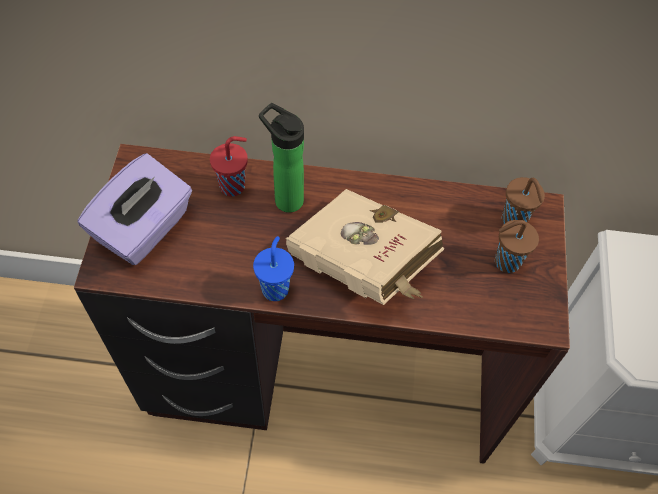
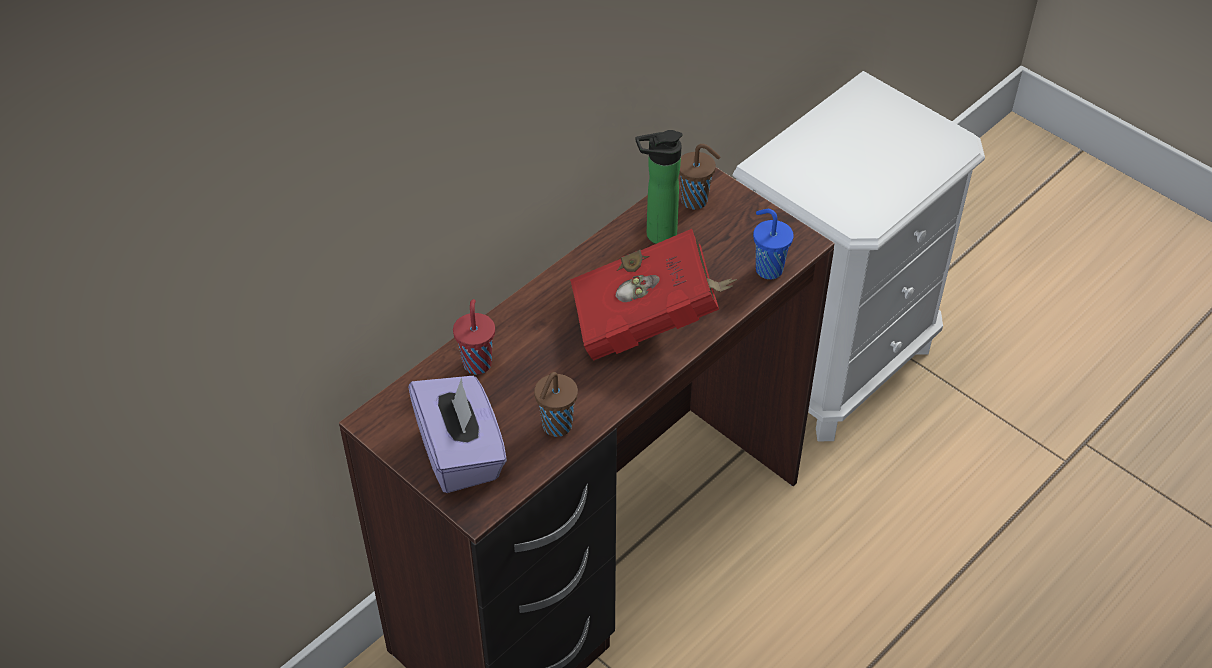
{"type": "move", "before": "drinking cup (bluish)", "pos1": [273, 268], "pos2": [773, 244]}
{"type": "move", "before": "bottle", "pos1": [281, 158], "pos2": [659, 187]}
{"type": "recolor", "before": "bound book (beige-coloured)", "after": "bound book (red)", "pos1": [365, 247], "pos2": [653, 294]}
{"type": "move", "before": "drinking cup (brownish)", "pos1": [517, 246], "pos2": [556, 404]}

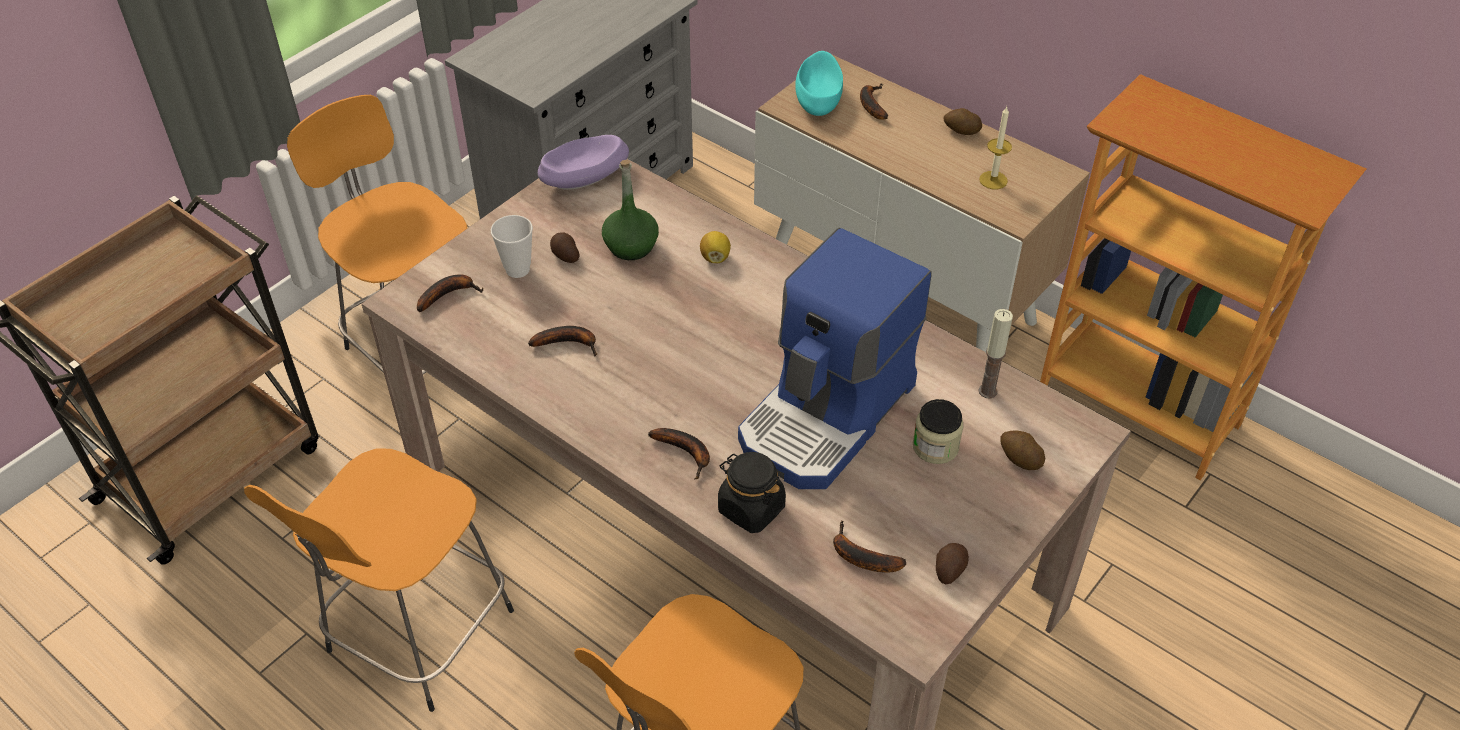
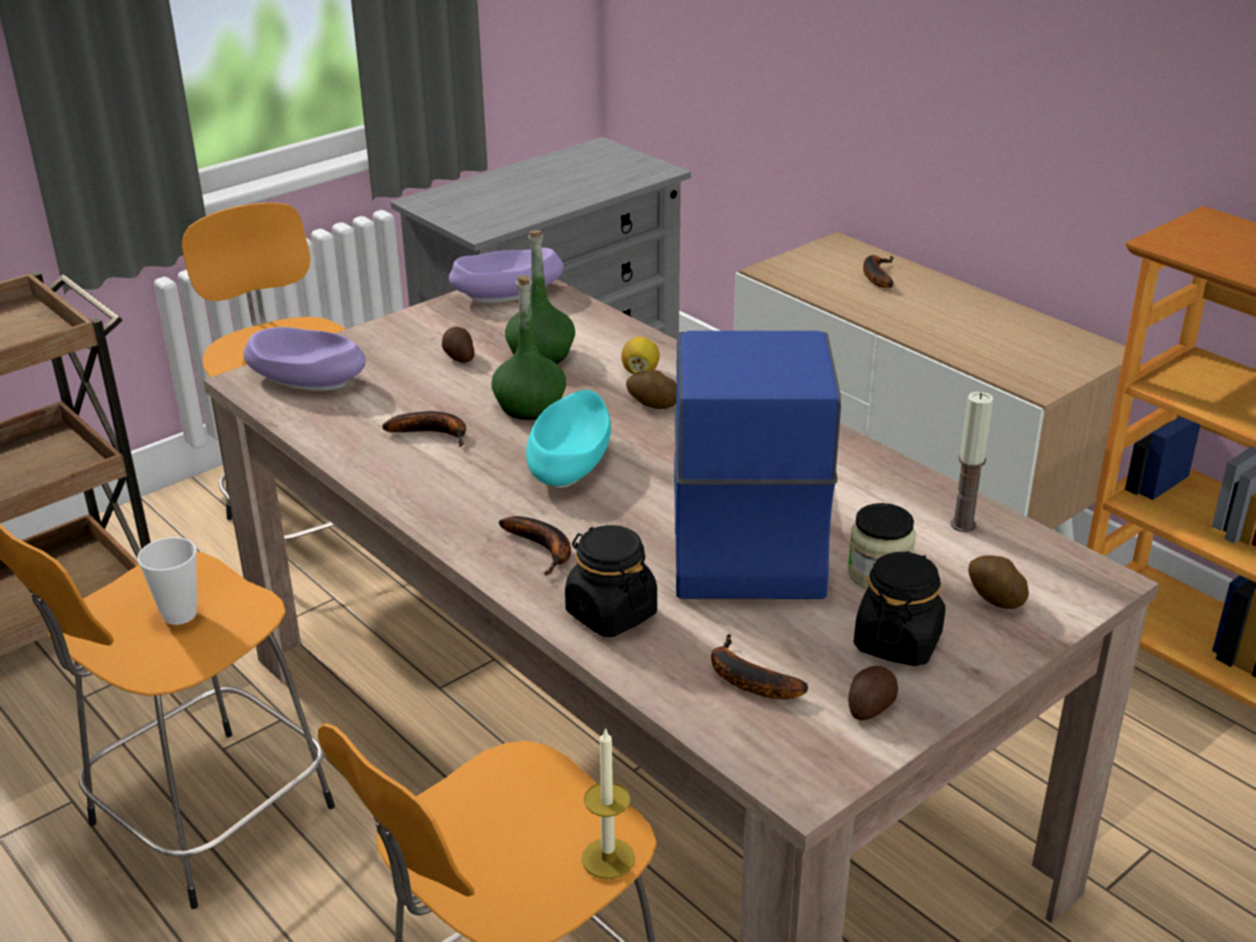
{"type": "replace", "before": "banana fruit", "after": "bowl (purple)", "pos1": [450, 293], "pos2": [304, 358]}
{"type": "move", "before": "drinking cup", "pos1": [512, 246], "pos2": [167, 581]}
{"type": "rotate", "before": "coffee brewer", "pos1": [835, 358], "pos2": [757, 465], "turn": 135}
{"type": "move", "before": "bowl (turquoise)", "pos1": [819, 83], "pos2": [568, 439]}
{"type": "move", "before": "whole potato", "pos1": [963, 121], "pos2": [651, 389]}
{"type": "move", "before": "wax light", "pos1": [995, 148], "pos2": [608, 803]}
{"type": "insert", "after": "bottle (green-coloured)", "pos2": [528, 347]}
{"type": "insert", "after": "jar (black)", "pos2": [899, 608]}

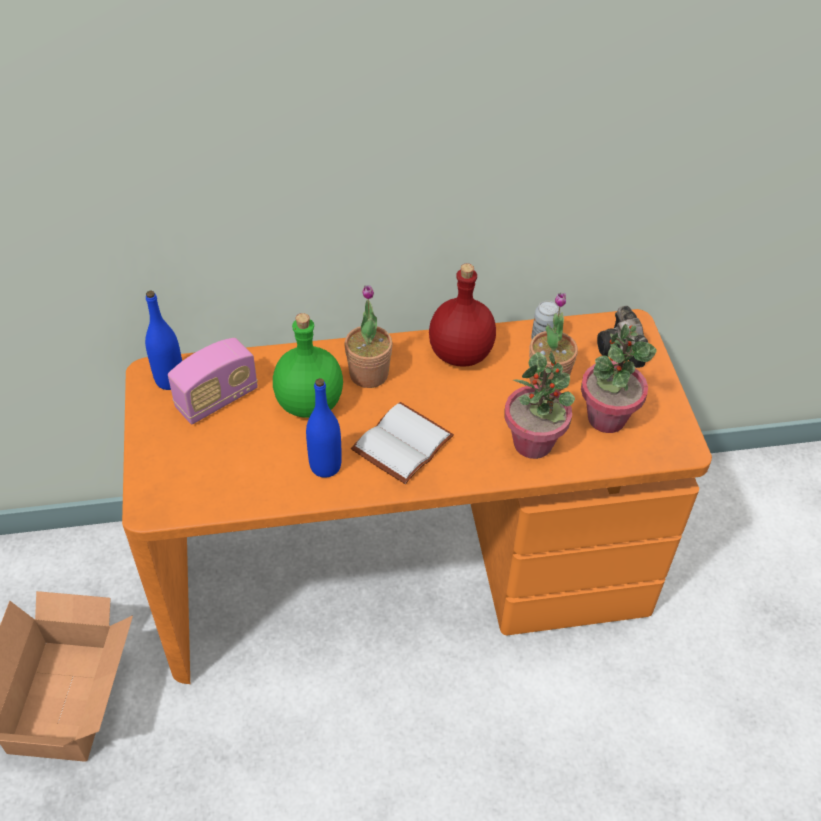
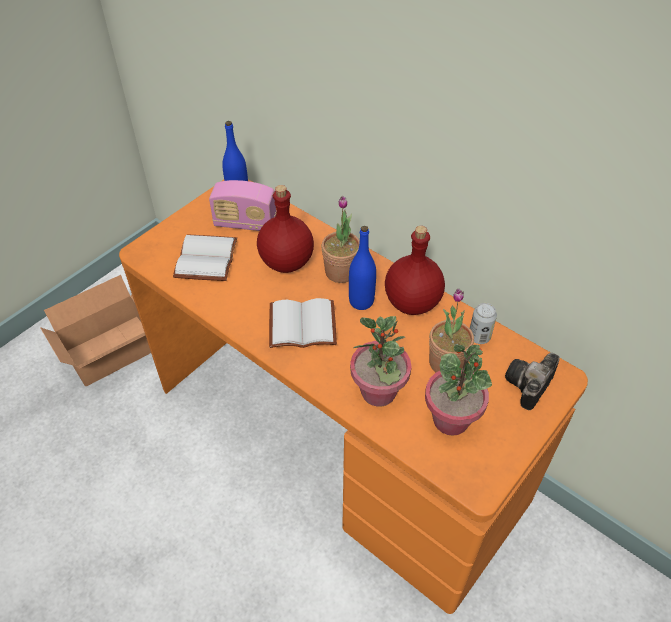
{"type": "recolor", "before": "bottle (green-coloured)", "after": "bottle (red)", "pos1": [308, 365], "pos2": [285, 229]}
{"type": "move", "before": "bottle (bluish)", "pos1": [324, 428], "pos2": [362, 268]}
{"type": "insert", "after": "bound book (white)", "pos2": [205, 257]}

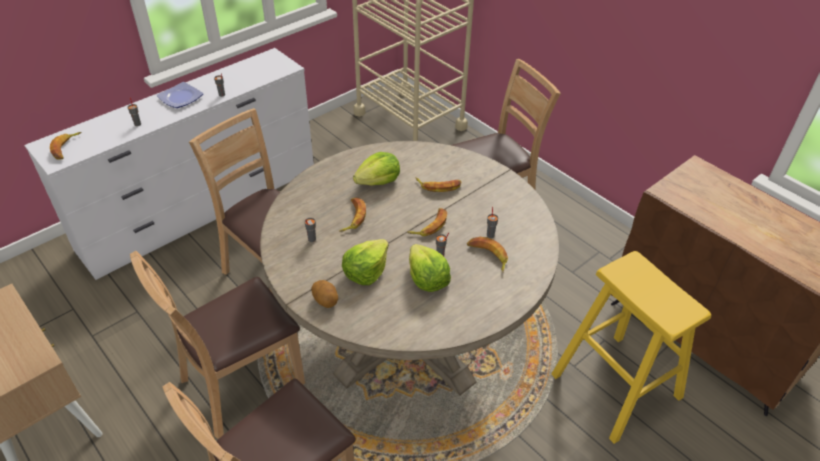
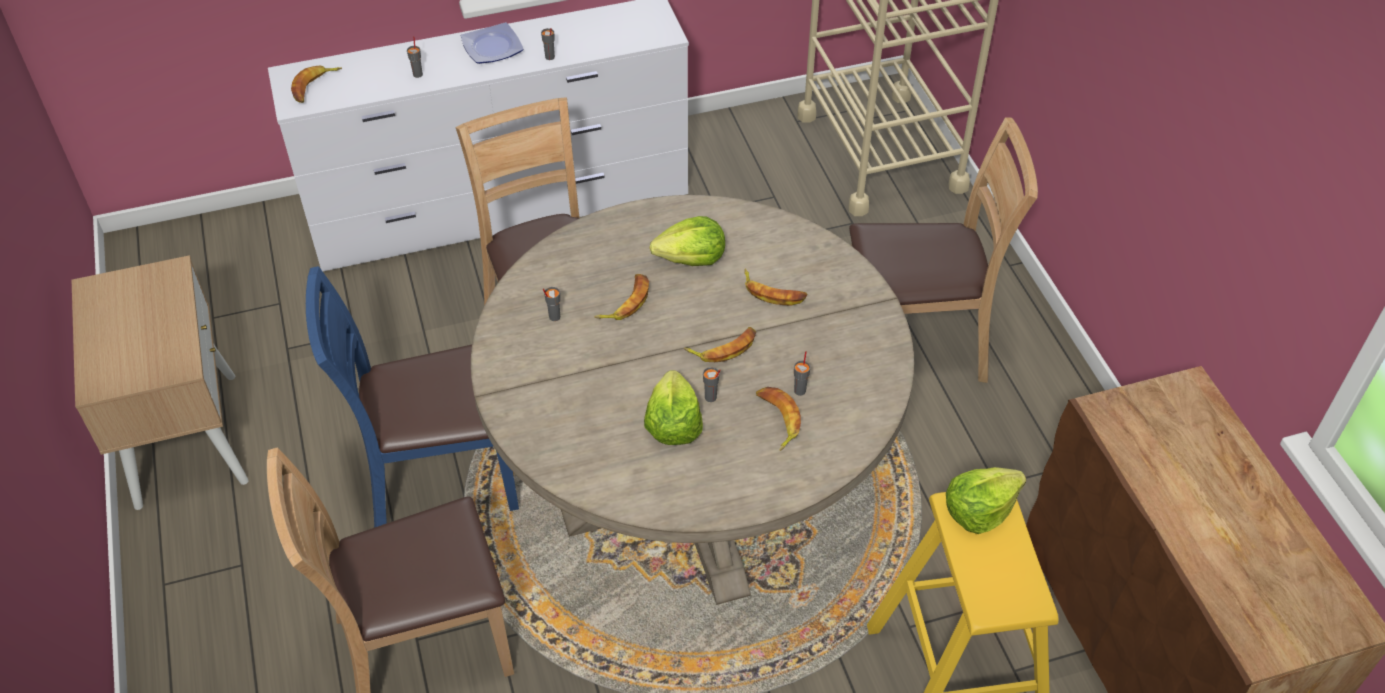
{"type": "recolor", "before": "upright chair (brownish)", "after": "upright chair (bluish)", "pos1": [217, 345], "pos2": [412, 397]}
{"type": "delete", "before": "whole potato", "pos1": [324, 294]}
{"type": "move", "before": "lettuce head", "pos1": [365, 262], "pos2": [986, 500]}

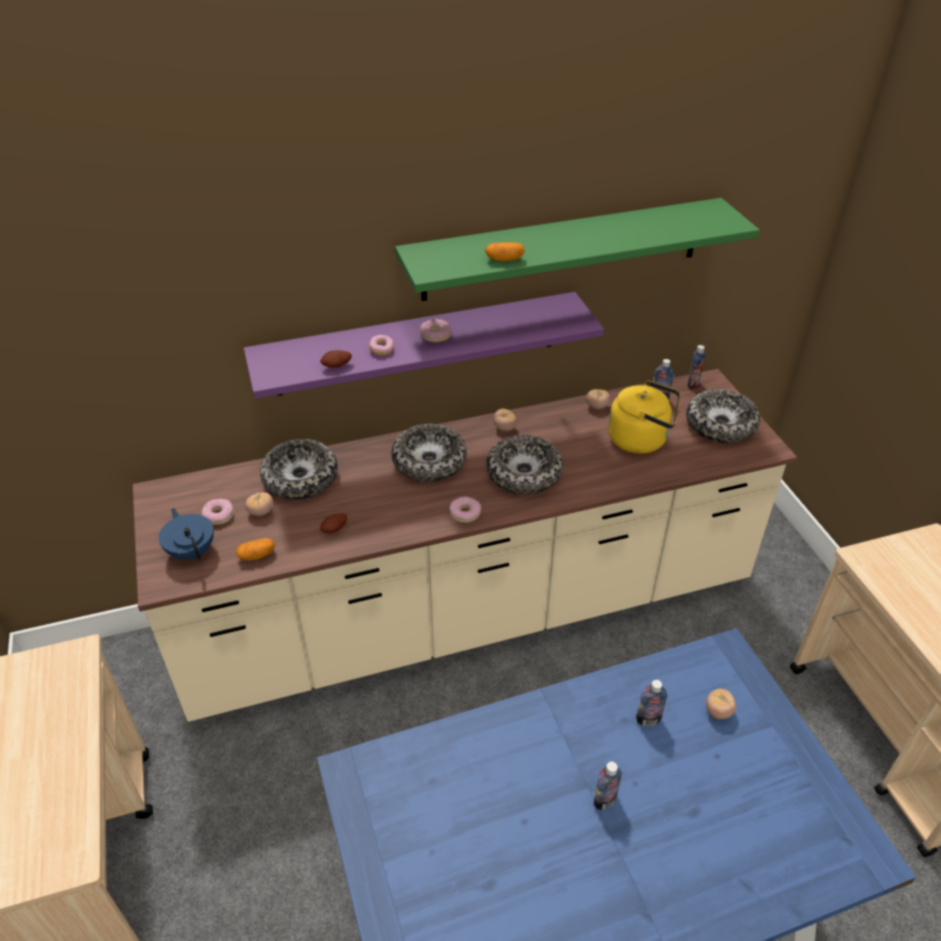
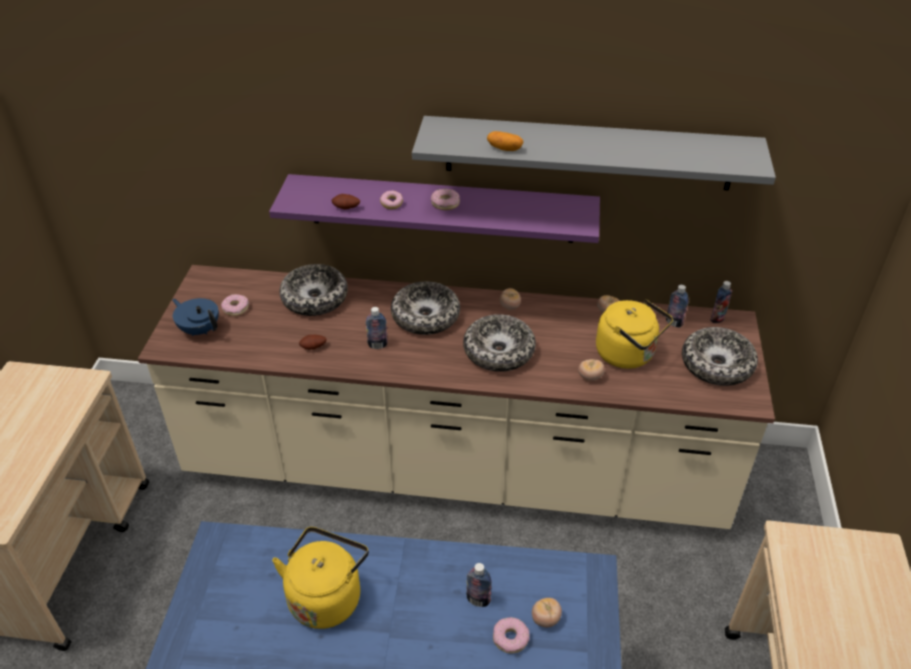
{"type": "rotate", "before": "tea pot (bluish)", "pos1": [186, 534], "pos2": [195, 317], "turn": -45}
{"type": "delete", "before": "whole potato", "pos1": [255, 549]}
{"type": "move", "before": "fresh tomato", "pos1": [259, 504], "pos2": [591, 370]}
{"type": "recolor", "before": "shelf (green-coloured)", "after": "shelf (gray)", "pos1": [577, 249], "pos2": [594, 153]}
{"type": "move", "before": "ring doughnut", "pos1": [465, 510], "pos2": [511, 635]}
{"type": "move", "before": "bottle", "pos1": [607, 785], "pos2": [377, 328]}
{"type": "insert", "after": "kettle (yellow-coloured)", "pos2": [320, 578]}

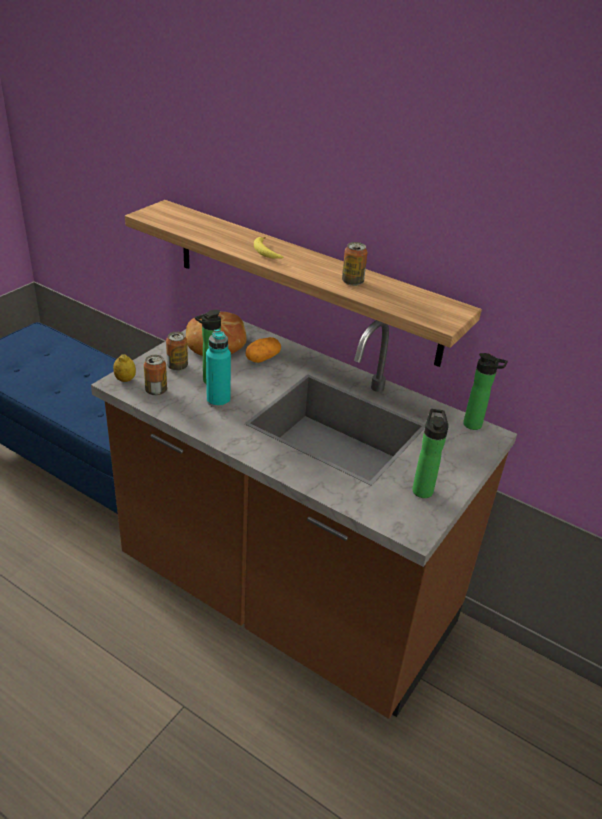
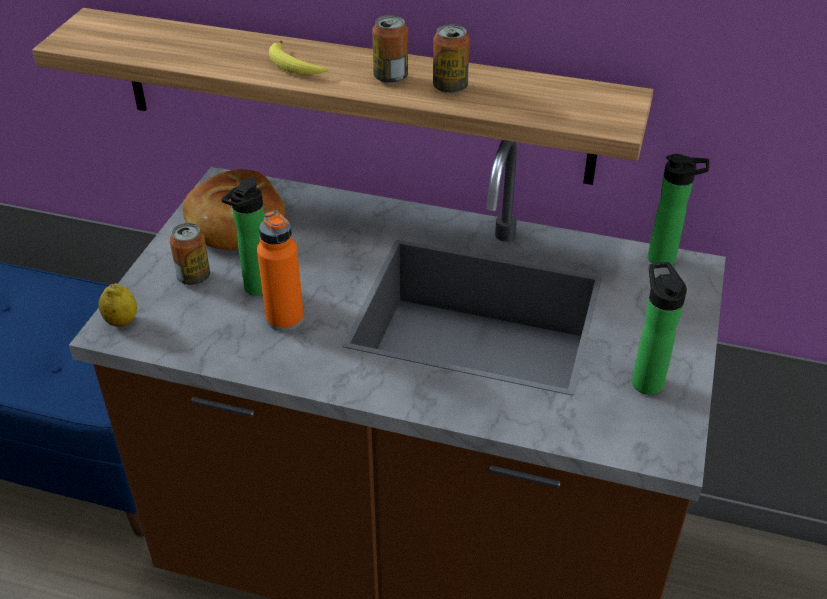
{"type": "move", "before": "sealed can", "pos1": [155, 375], "pos2": [390, 49]}
{"type": "recolor", "before": "bottle (turquoise)", "after": "bottle (orange)", "pos1": [218, 368], "pos2": [280, 271]}
{"type": "delete", "before": "whole potato", "pos1": [263, 350]}

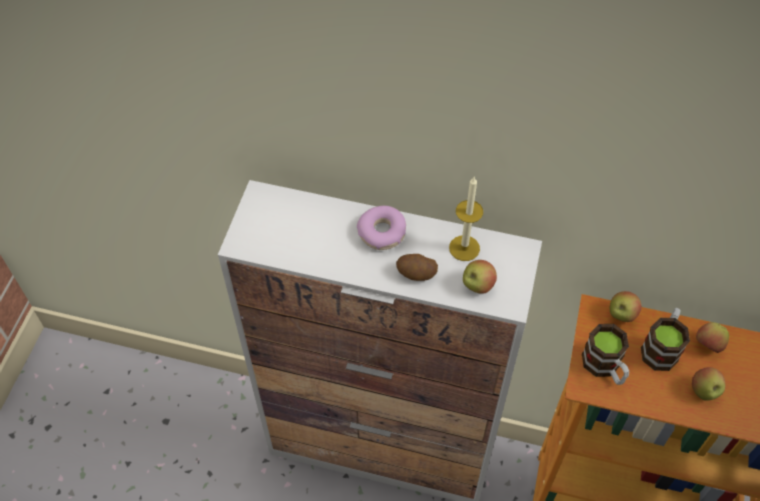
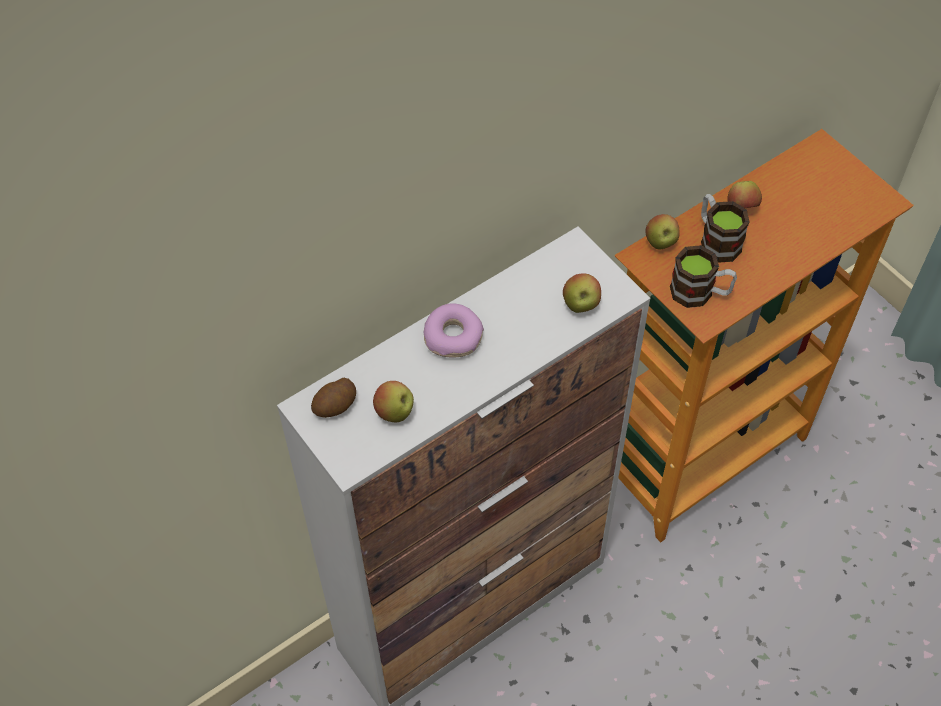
{"type": "move", "before": "whole potato", "pos1": [417, 267], "pos2": [333, 397]}
{"type": "delete", "before": "wax light", "pos1": [466, 219]}
{"type": "move", "before": "apple fruit", "pos1": [709, 384], "pos2": [393, 401]}

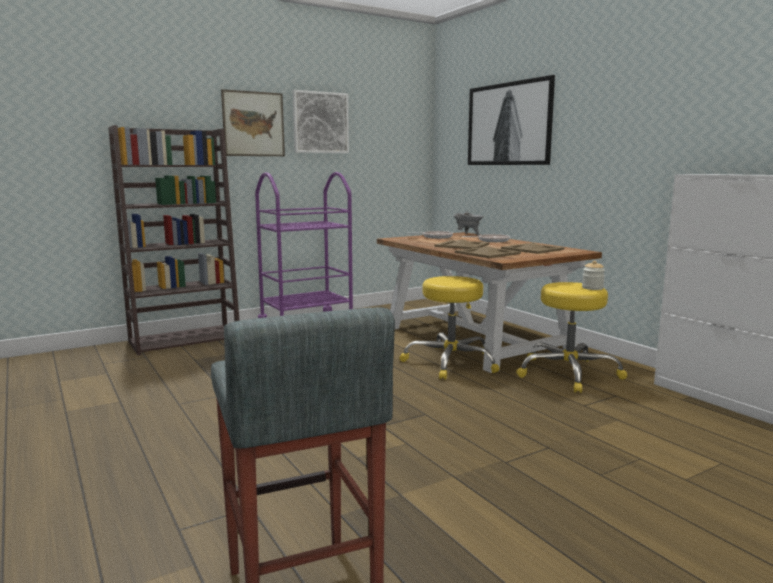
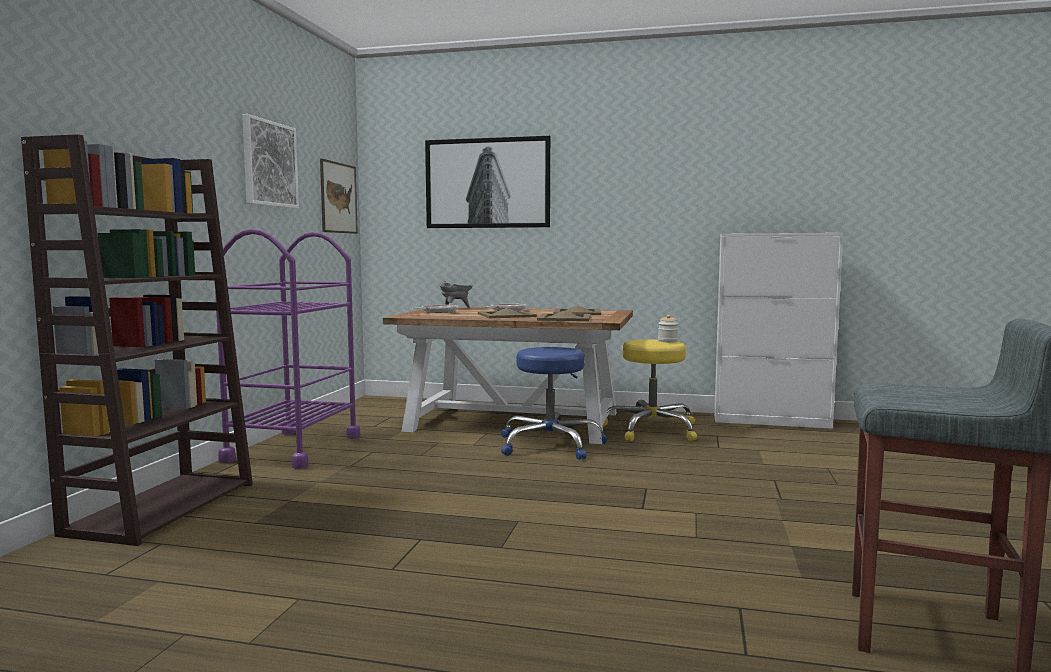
{"type": "move", "before": "wall picture", "pos1": [253, 122], "pos2": [339, 196]}
{"type": "recolor", "before": "stool (yellow-coloured)", "after": "stool (bluish)", "pos1": [449, 328], "pos2": [554, 403]}

